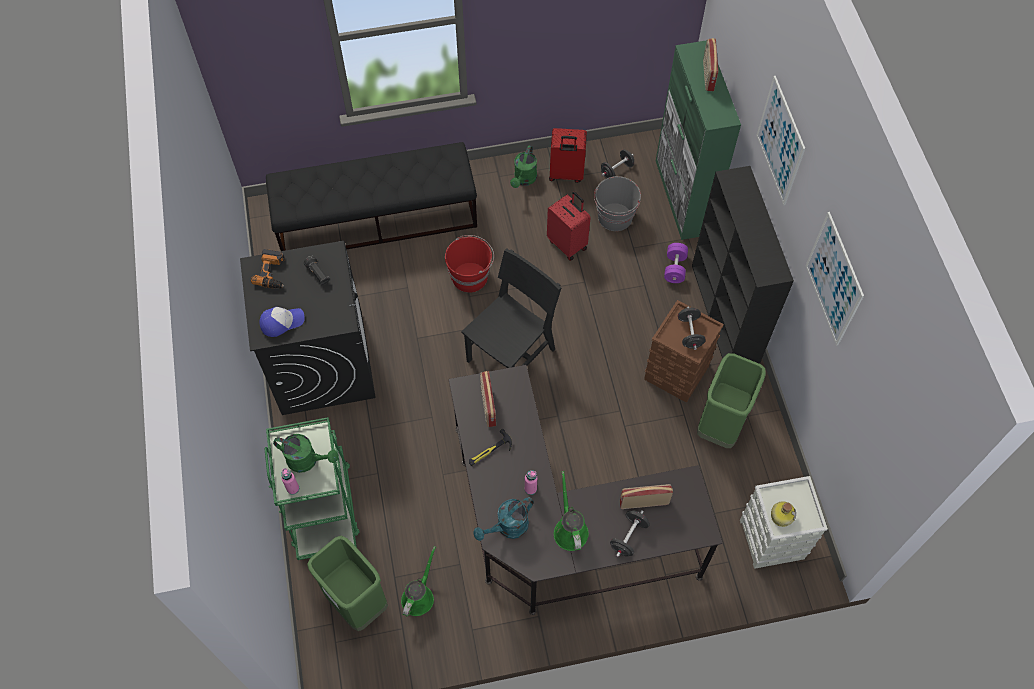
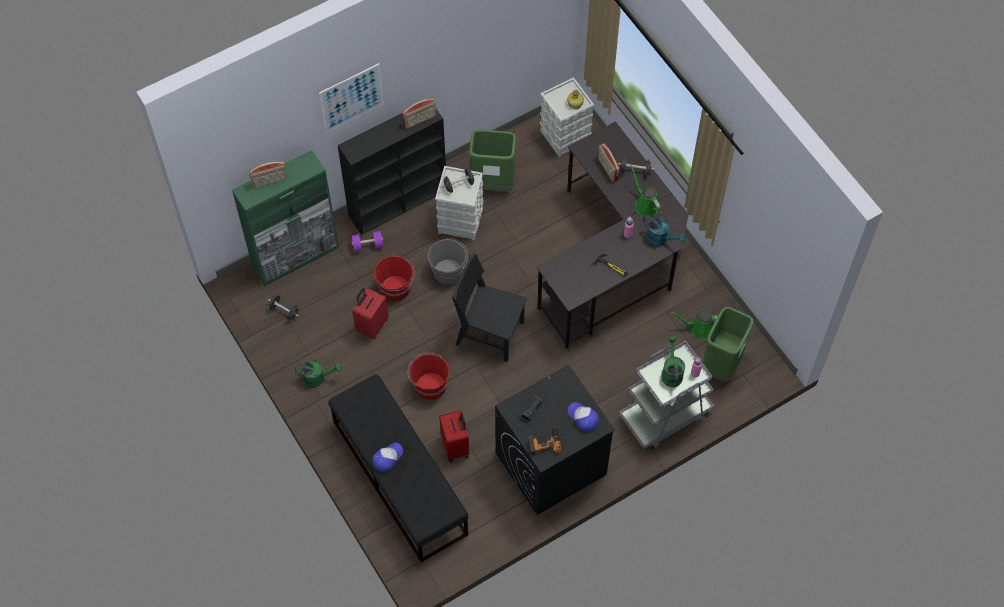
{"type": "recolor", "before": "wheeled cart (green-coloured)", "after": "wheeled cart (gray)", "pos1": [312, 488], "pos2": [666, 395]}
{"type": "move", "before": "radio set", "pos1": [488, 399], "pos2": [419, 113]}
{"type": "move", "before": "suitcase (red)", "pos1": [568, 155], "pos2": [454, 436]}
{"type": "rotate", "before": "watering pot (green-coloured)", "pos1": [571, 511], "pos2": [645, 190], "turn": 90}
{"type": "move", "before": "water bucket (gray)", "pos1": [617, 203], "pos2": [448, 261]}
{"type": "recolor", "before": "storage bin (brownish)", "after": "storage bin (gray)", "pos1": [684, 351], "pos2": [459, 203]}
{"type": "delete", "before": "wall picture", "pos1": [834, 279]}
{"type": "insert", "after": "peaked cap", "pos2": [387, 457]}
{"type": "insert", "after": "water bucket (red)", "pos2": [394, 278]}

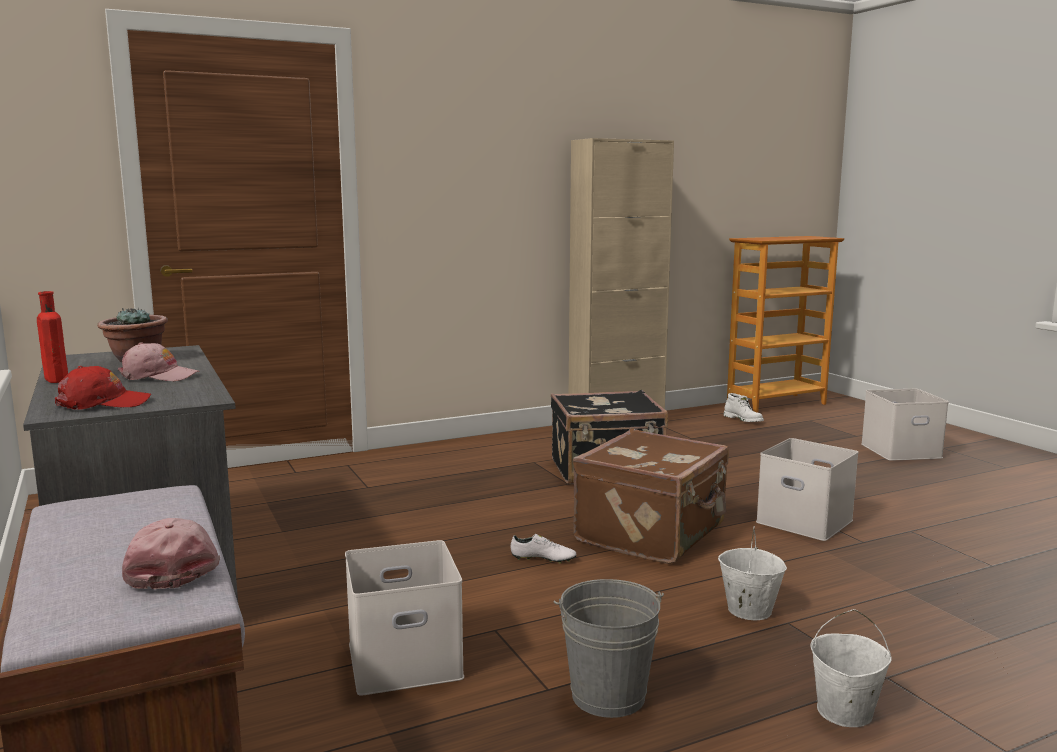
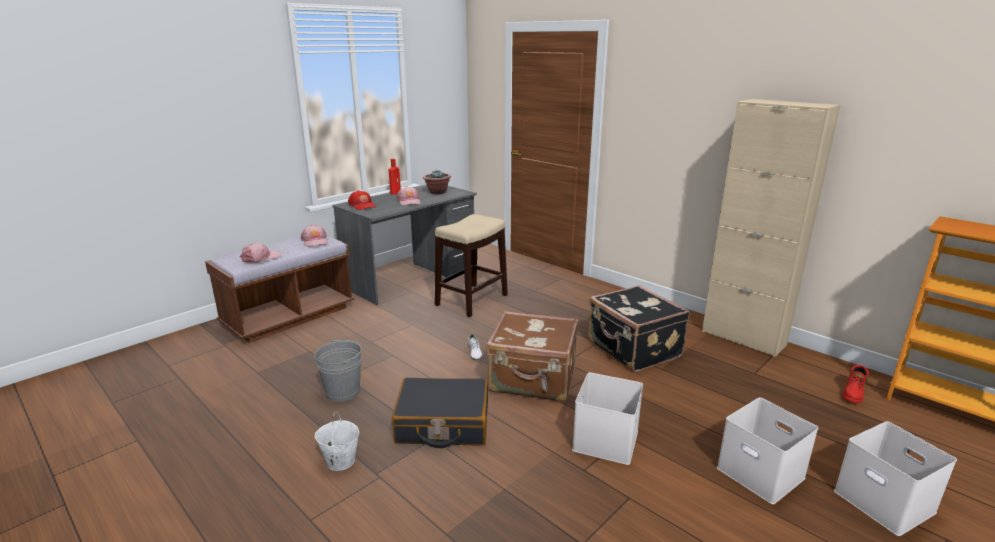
{"type": "move", "before": "storage bin (white)", "pos1": [404, 618], "pos2": [767, 450]}
{"type": "replace", "before": "water bucket (white)", "after": "suitcase (black)", "pos1": [752, 573], "pos2": [440, 413]}
{"type": "recolor", "before": "boot (white)", "after": "boot (red)", "pos1": [744, 407], "pos2": [855, 384]}
{"type": "insert", "after": "peaked cap (pinkish)", "pos2": [314, 236]}
{"type": "insert", "after": "stool", "pos2": [471, 265]}

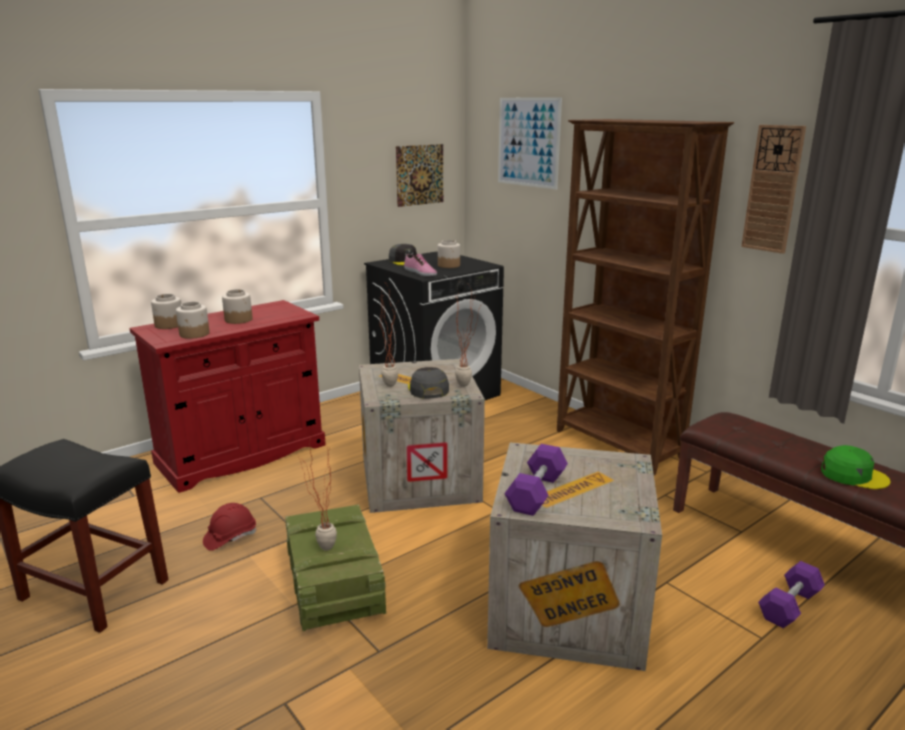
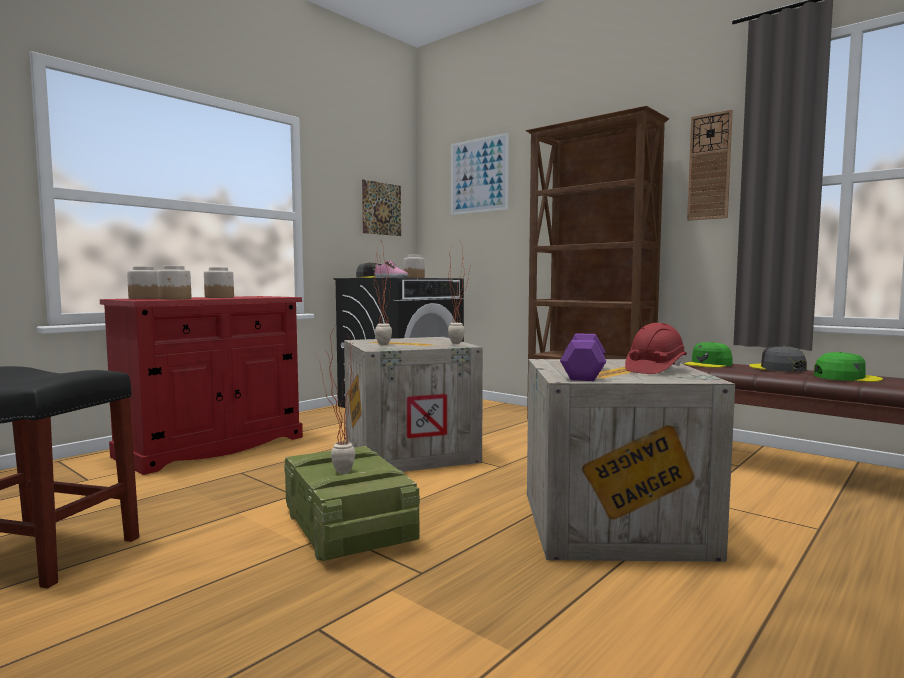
{"type": "move", "before": "safety helmet (red)", "pos1": [229, 527], "pos2": [656, 348]}
{"type": "move", "before": "peaked cap (gray)", "pos1": [428, 383], "pos2": [778, 359]}
{"type": "delete", "before": "free weight (purple)", "pos1": [791, 594]}
{"type": "insert", "after": "peaked cap (green-coloured)", "pos2": [708, 355]}

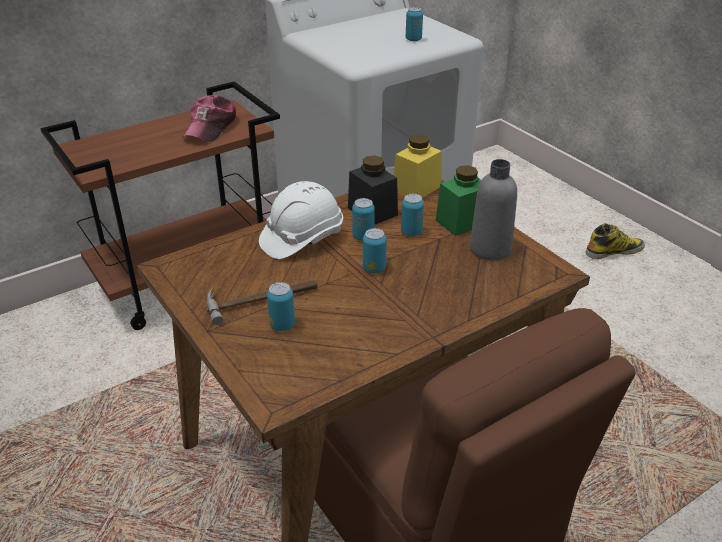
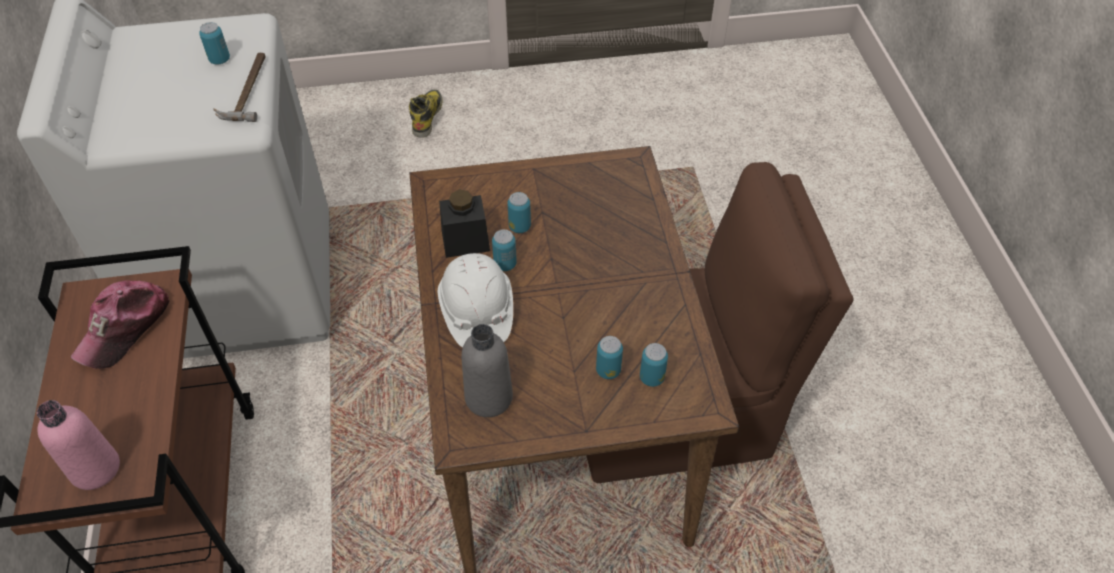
{"type": "rotate", "before": "peaked cap", "pos1": [209, 118], "pos2": [121, 324], "turn": 75}
{"type": "move", "before": "tool hammer", "pos1": [262, 302], "pos2": [239, 87]}
{"type": "move", "before": "sealed can", "pos1": [374, 250], "pos2": [654, 365]}
{"type": "delete", "before": "jar (yellow-coloured)", "pos1": [418, 166]}
{"type": "delete", "before": "jar (green-coloured)", "pos1": [458, 200]}
{"type": "move", "before": "bottle (gray)", "pos1": [493, 210], "pos2": [487, 370]}
{"type": "insert", "after": "bottle (pinkish)", "pos2": [78, 445]}

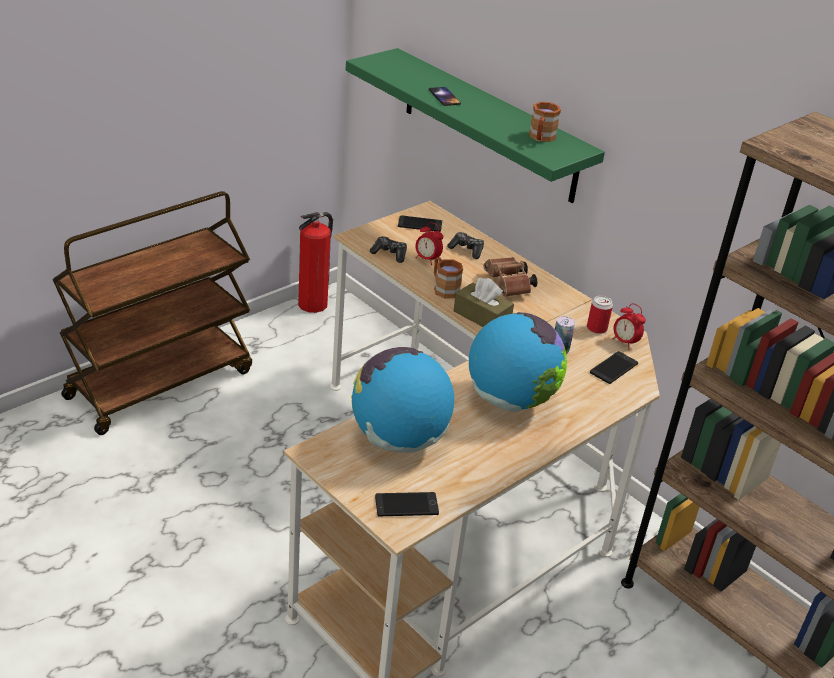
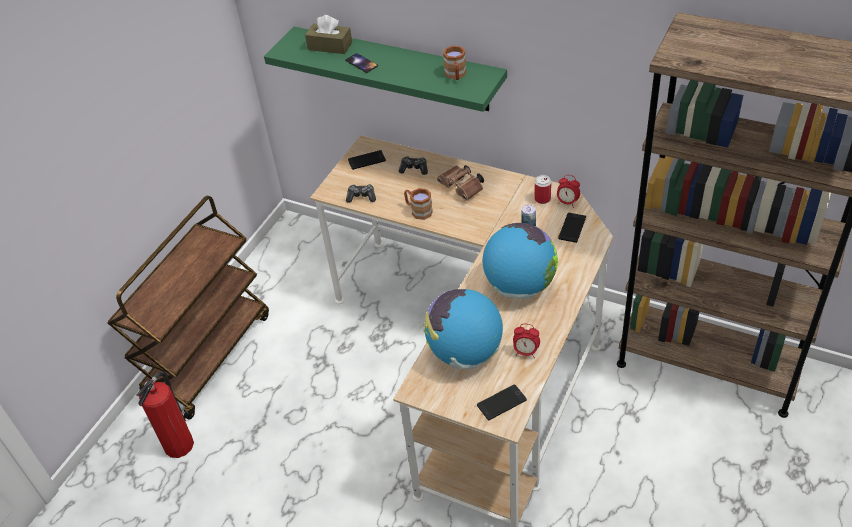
{"type": "move", "before": "extinguisher", "pos1": [315, 262], "pos2": [165, 414]}
{"type": "move", "before": "bedside clock", "pos1": [429, 243], "pos2": [526, 341]}
{"type": "move", "before": "tissue box (brownish)", "pos1": [484, 302], "pos2": [328, 34]}

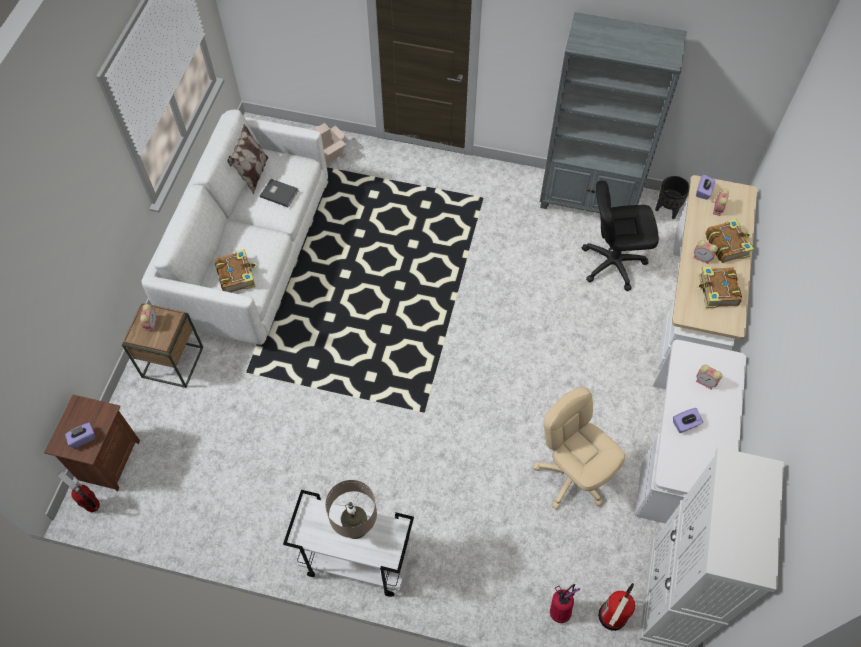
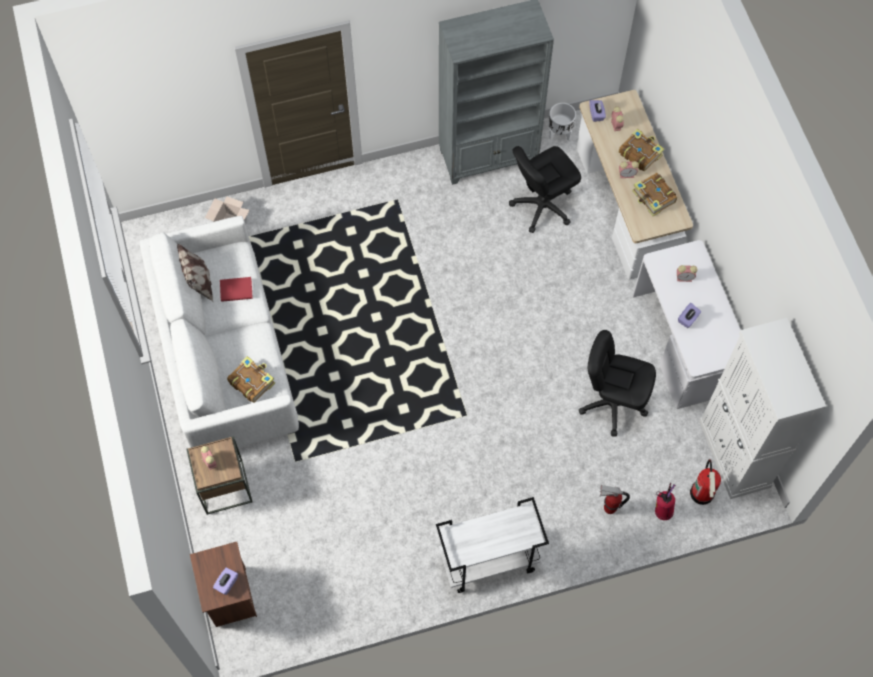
{"type": "move", "before": "extinguisher", "pos1": [78, 491], "pos2": [615, 499]}
{"type": "recolor", "before": "bound book (gray)", "after": "bound book (red)", "pos1": [279, 193], "pos2": [236, 289]}
{"type": "delete", "before": "lamp for a table (beige-coloured)", "pos1": [351, 509]}
{"type": "recolor", "before": "office chair (beige-coloured)", "after": "office chair (black)", "pos1": [579, 448], "pos2": [617, 383]}
{"type": "recolor", "before": "planter (black)", "after": "planter (white)", "pos1": [672, 197], "pos2": [562, 121]}

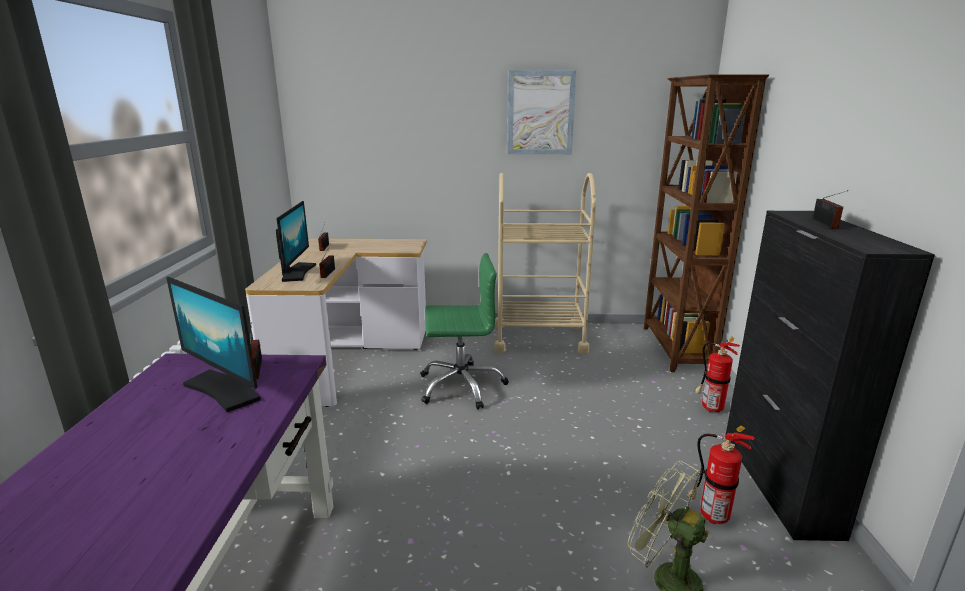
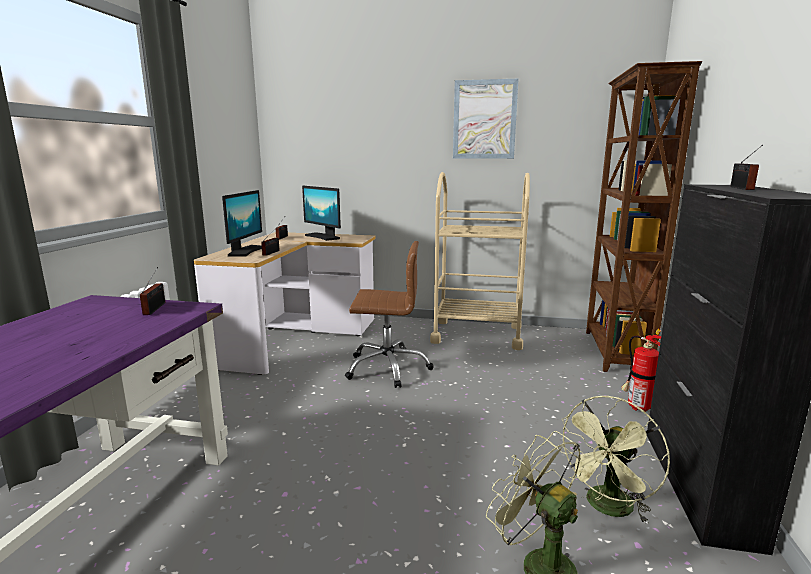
{"type": "move", "before": "monitor", "pos1": [213, 344], "pos2": [321, 213]}
{"type": "recolor", "before": "office chair (green-coloured)", "after": "office chair (brownish)", "pos1": [464, 331], "pos2": [389, 314]}
{"type": "replace", "before": "extinguisher", "after": "fan (green-coloured)", "pos1": [721, 474], "pos2": [615, 460]}

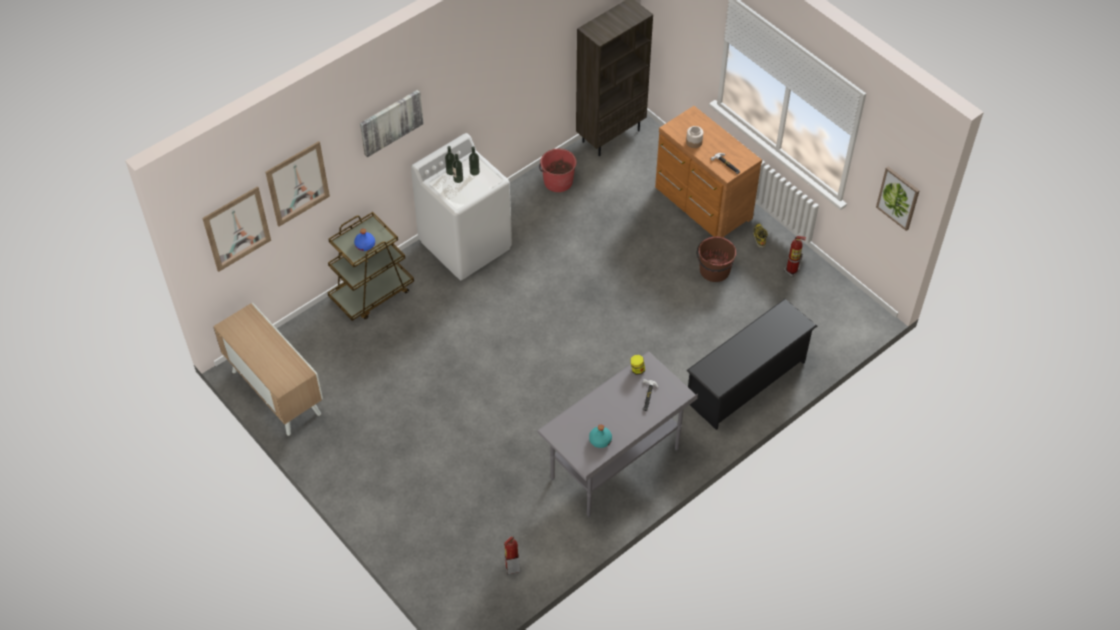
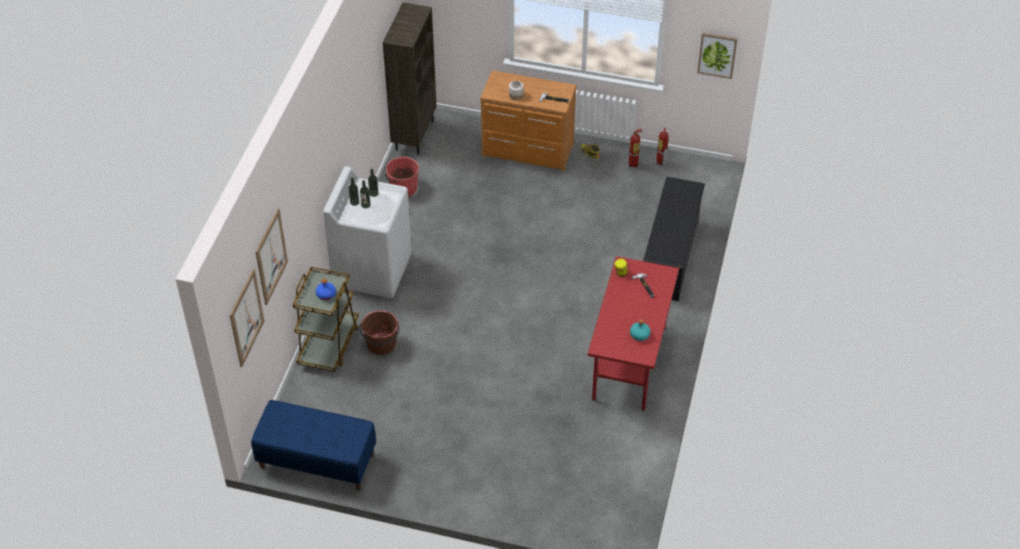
{"type": "replace", "before": "cupboard", "after": "long seat (bluish)", "pos1": [268, 369], "pos2": [313, 445]}
{"type": "delete", "before": "wall picture", "pos1": [392, 123]}
{"type": "move", "before": "extinguisher", "pos1": [512, 555], "pos2": [662, 147]}
{"type": "recolor", "before": "desk unit (gray)", "after": "desk unit (red)", "pos1": [617, 434], "pos2": [633, 334]}
{"type": "move", "before": "water bucket (brownish)", "pos1": [716, 259], "pos2": [379, 332]}

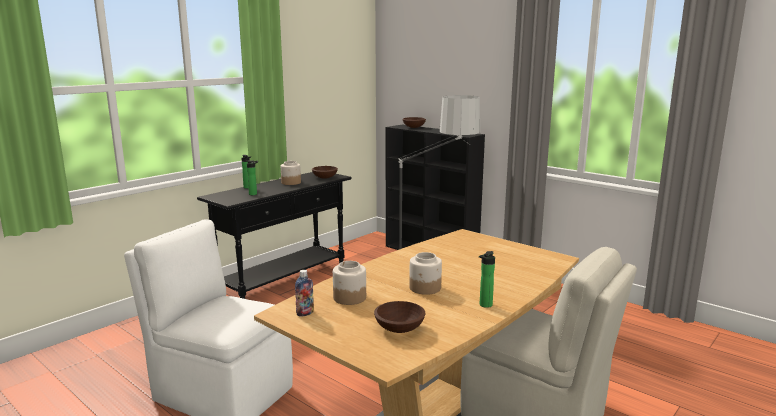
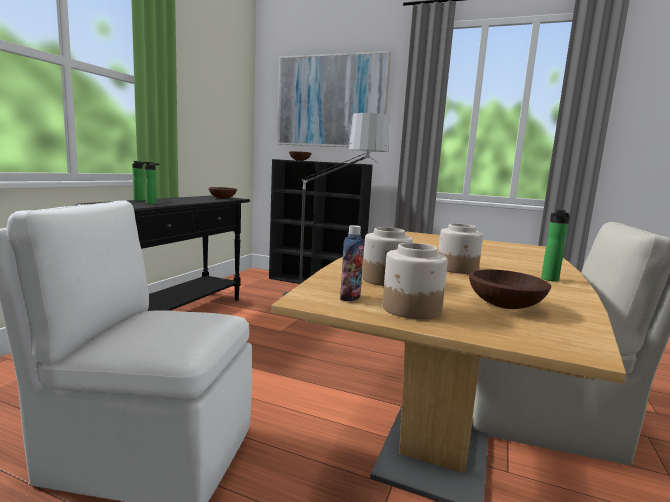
{"type": "move", "before": "jar", "pos1": [291, 173], "pos2": [415, 281]}
{"type": "insert", "after": "wall picture", "pos2": [334, 99]}

